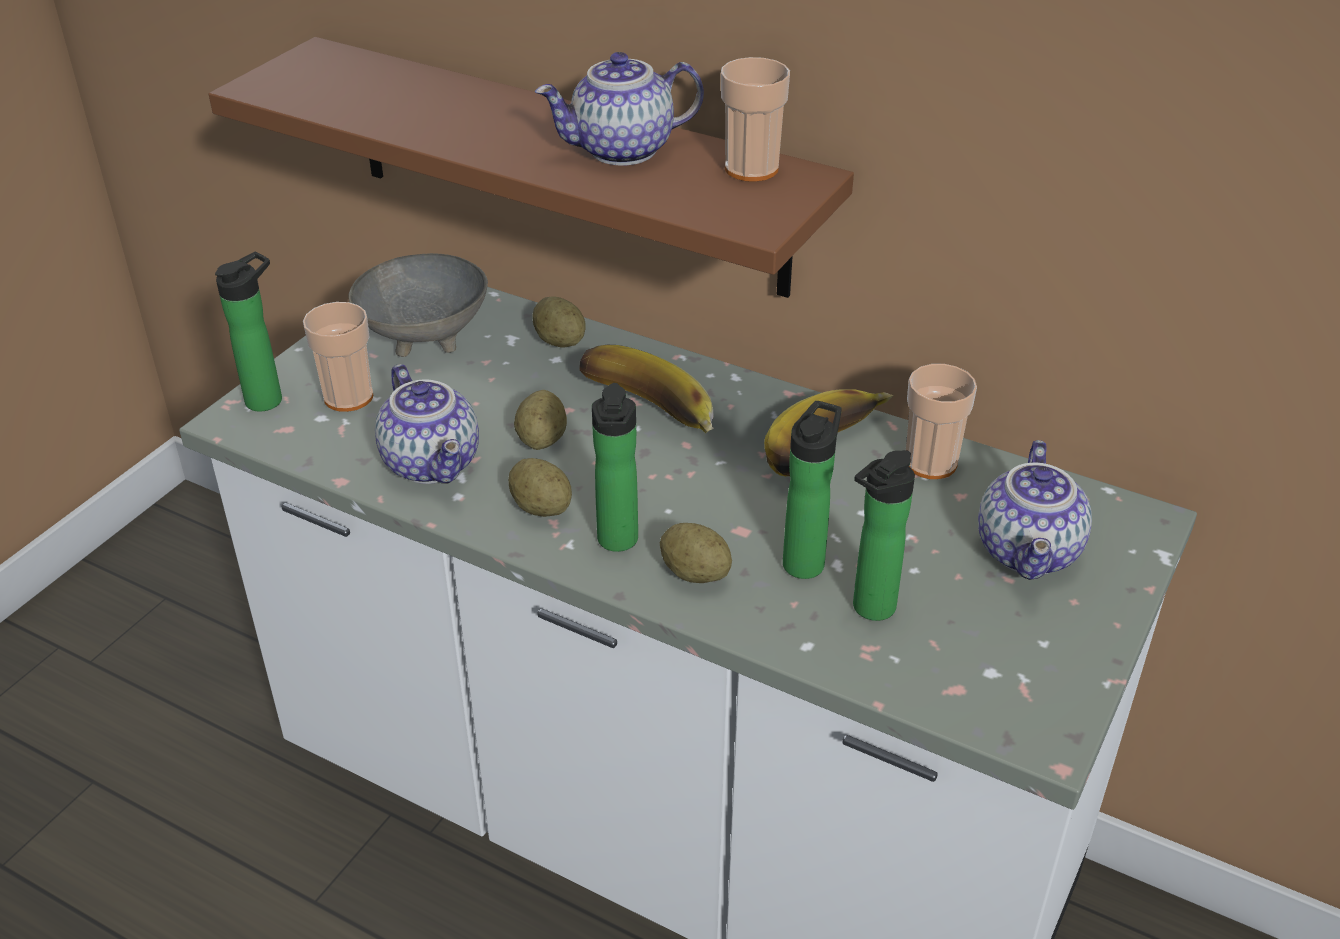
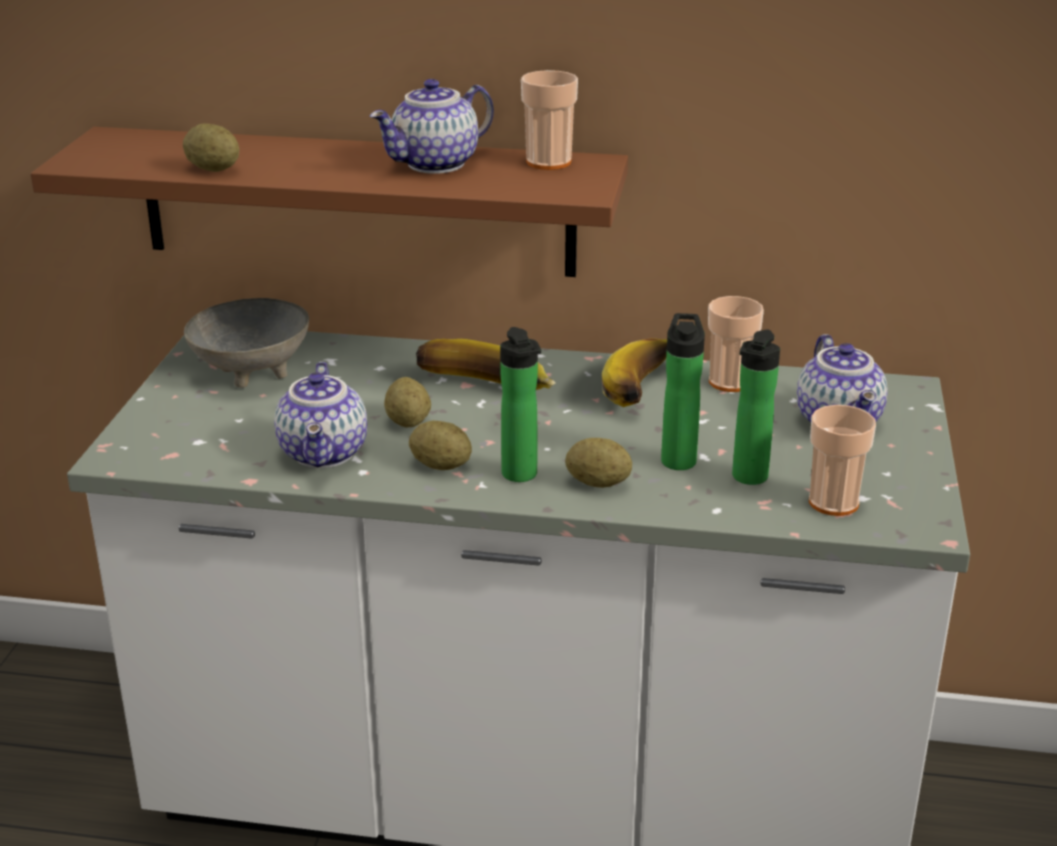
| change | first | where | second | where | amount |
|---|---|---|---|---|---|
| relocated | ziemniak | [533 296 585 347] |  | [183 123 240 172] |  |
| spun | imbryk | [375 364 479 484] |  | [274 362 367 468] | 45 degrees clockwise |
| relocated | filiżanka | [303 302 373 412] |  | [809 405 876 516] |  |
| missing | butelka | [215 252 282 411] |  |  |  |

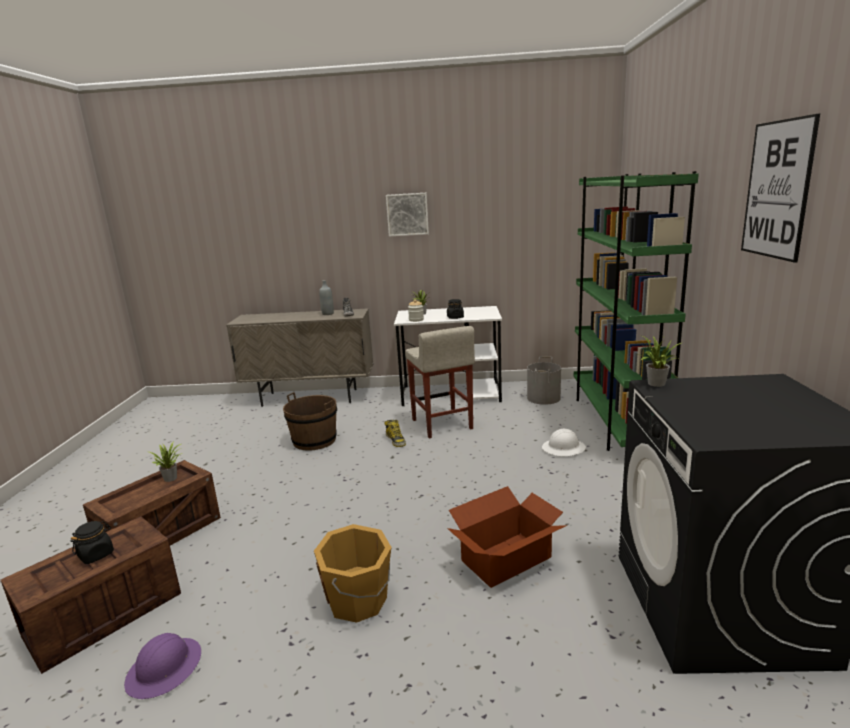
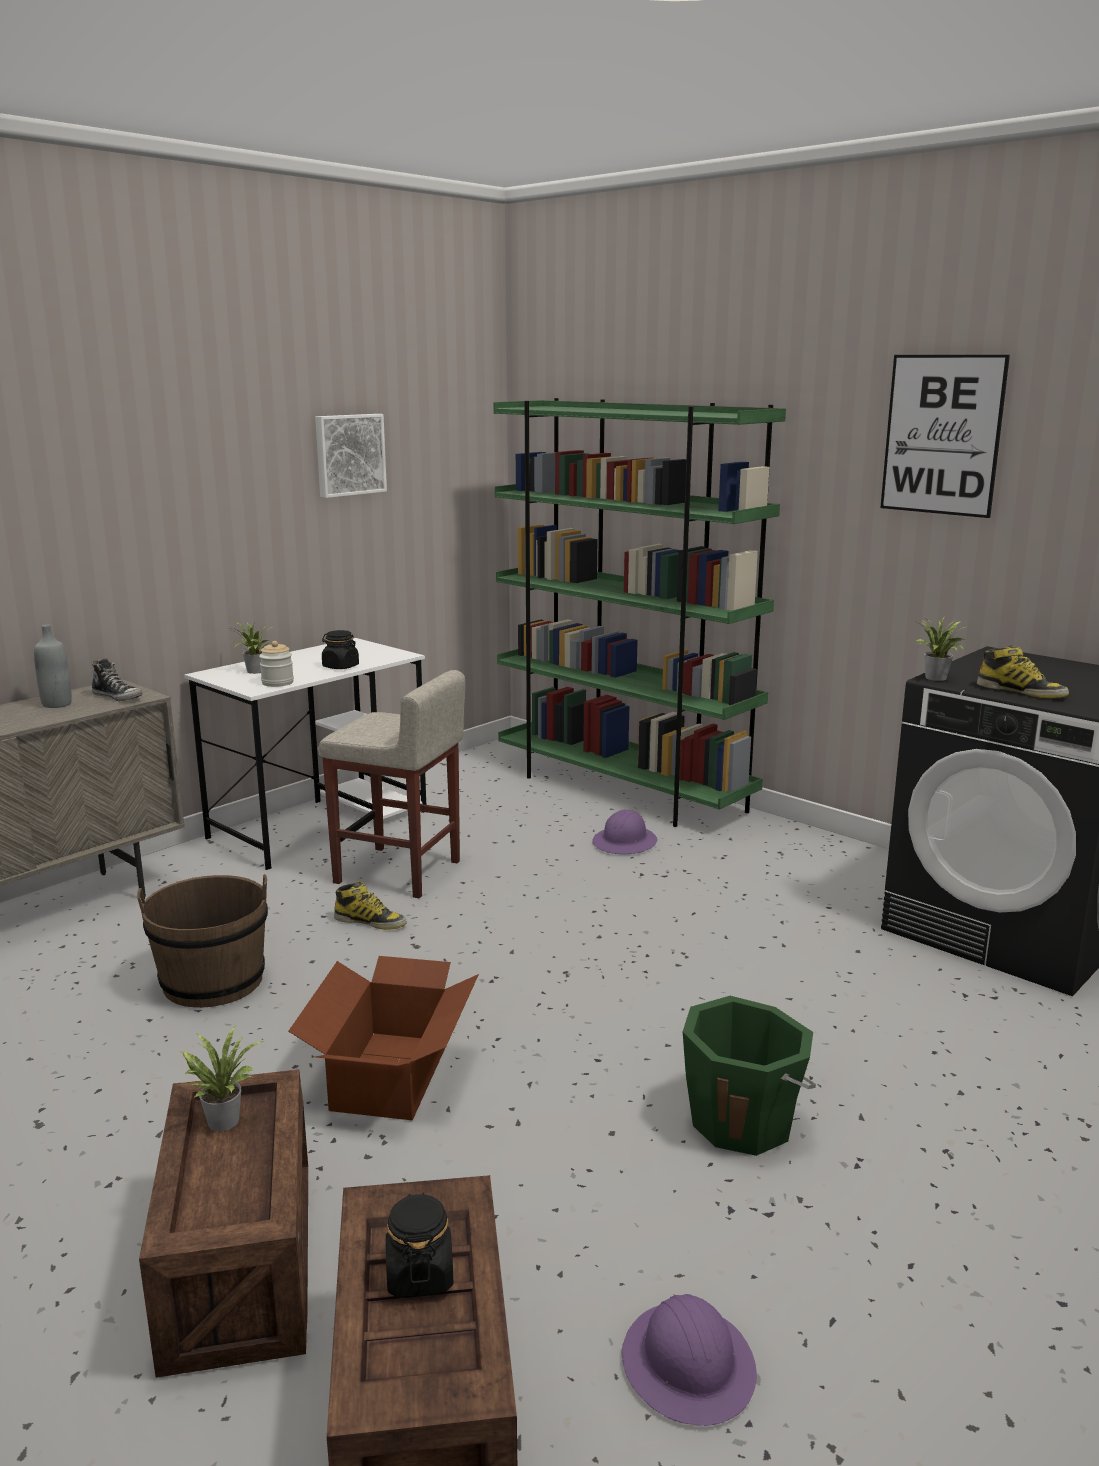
| change | first | where | second | where | amount |
|---|---|---|---|---|---|
| relocated | karton | [447 486 567 588] |  | [288 956 479 1121] |  |
| relocated | obraz | [386 193 429 237] |  | [315 414 387 498] |  |
| colour | kask [biały] | [542 429 586 456] | kask [fioletowy] | [592 810 657 854] |  |
| colour | wiadro [pomarańczowy] | [314 524 392 623] | wiadro [zielony] | [683 996 816 1156] |  |
| appeared |  |  | but z cholewką | [977 645 1069 698] |  |
| missing | wiadro [szary] | [527 356 561 405] |  |  |  |

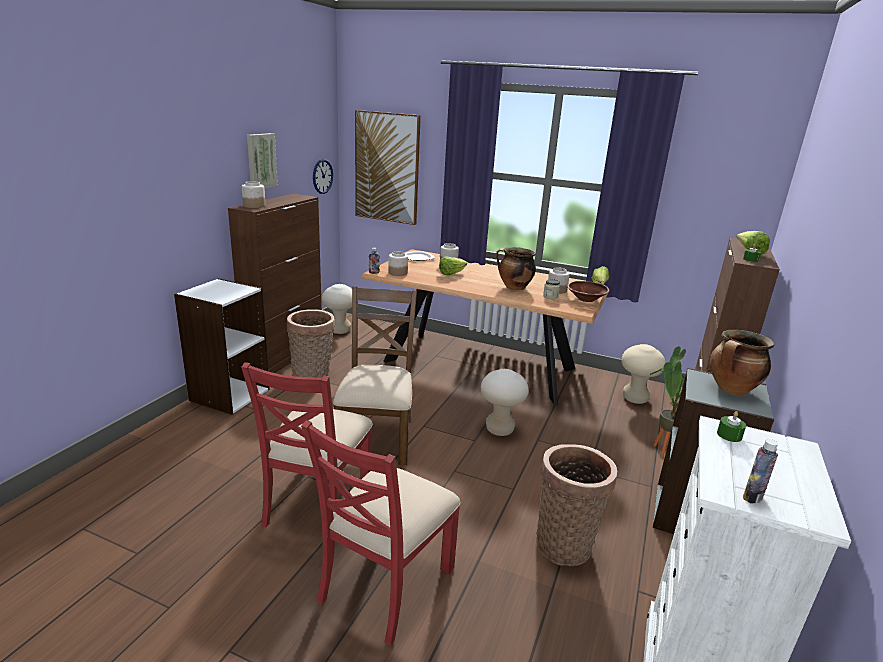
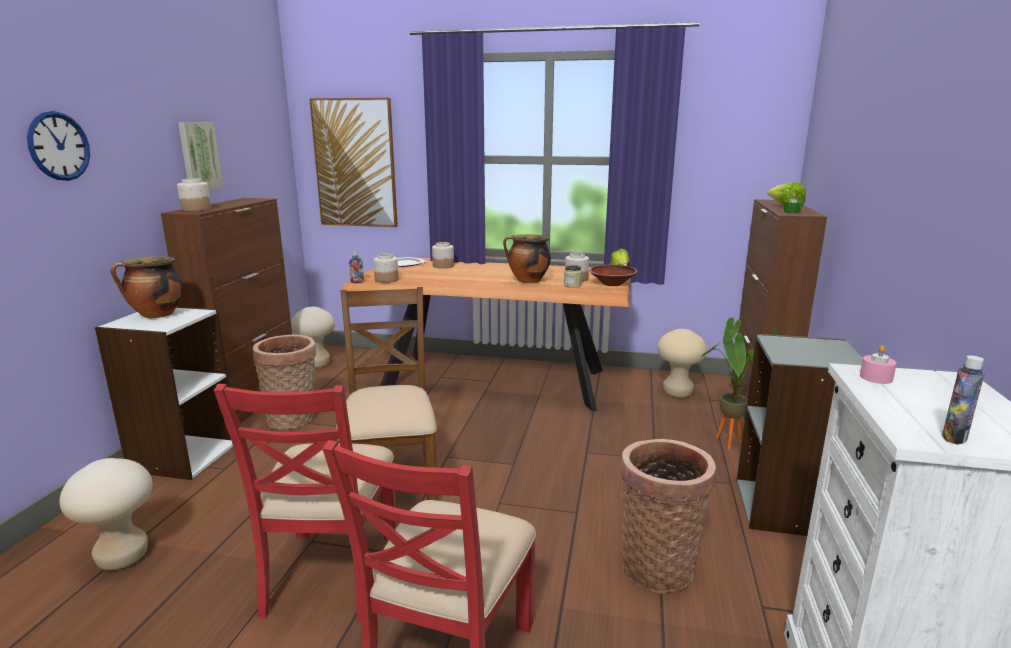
| change | first | where | second | where | amount |
|---|---|---|---|---|---|
| relocated | zegar ścienny | [313 159 333 194] |  | [27 111 90 181] |  |
| relocated | stołek [beżowy] | [481 369 529 436] |  | [59 458 153 570] |  |
| relocated | garnek | [710 330 774 395] |  | [110 256 183 318] |  |
| colour | świeca [zielony] | [717 411 746 442] | świeca [różowy] | [860 345 897 384] |  |
| missing | sałata | [439 256 467 275] |  |  |  |

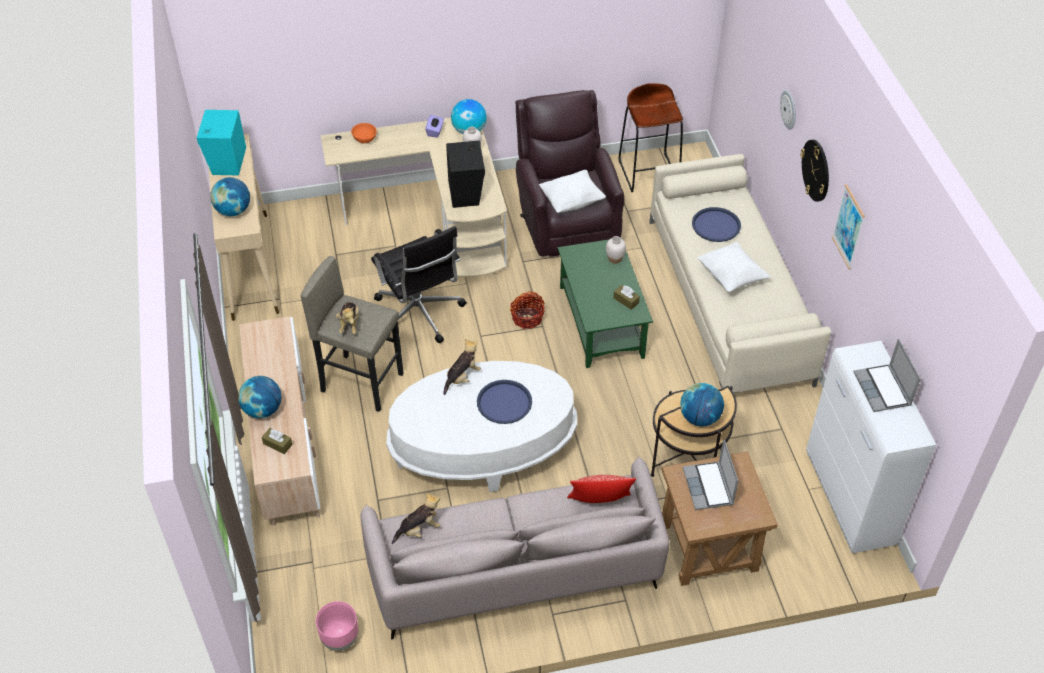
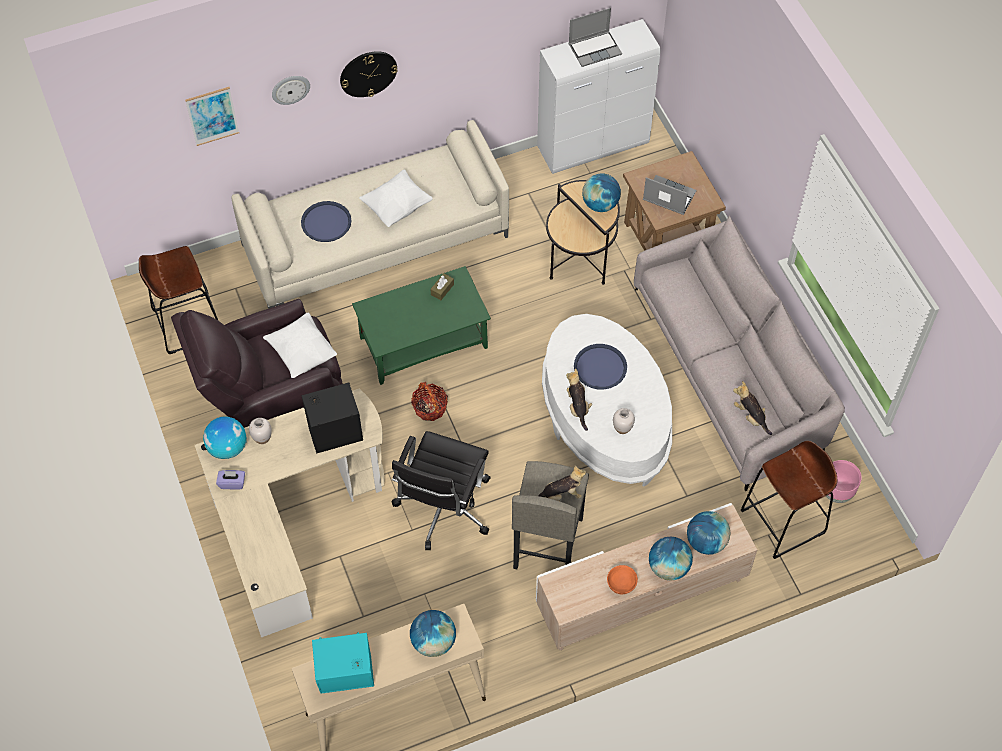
| change | first | where | second | where | amount |
|---|---|---|---|---|---|
| relocated | obraz | [832 184 865 269] |  | [185 87 239 146] |  |
| spun | krzesło biurowe [czarny] | [371 226 467 343] |  | [392 431 491 550] | 150 degrees clockwise |
| spun | pluszak | [444 339 481 395] |  | [566 368 592 431] | 45 degrees clockwise |
| relocated | miska [pomarańczowy] | [351 123 377 143] |  | [607 565 638 594] |  |
| relocated | wazon [biały] | [606 236 626 264] |  | [613 408 635 434] |  |
| spun | laptop | [683 439 738 510] |  | [643 175 697 215] | 135 degrees counterclockwise |
| exchanged | pudełko chusteczek [brązowy] | [262 428 293 454] | globus | [687 511 731 555] |  |
| appeared |  |  | stołek [brązowy] | [741 441 837 559] |  |
| missing | poduszka | [567 475 636 503] |  |  |  |

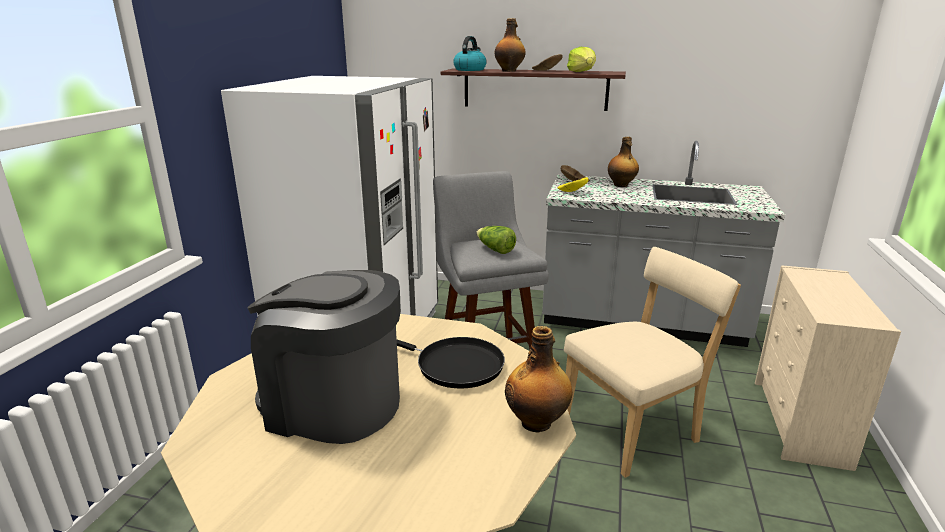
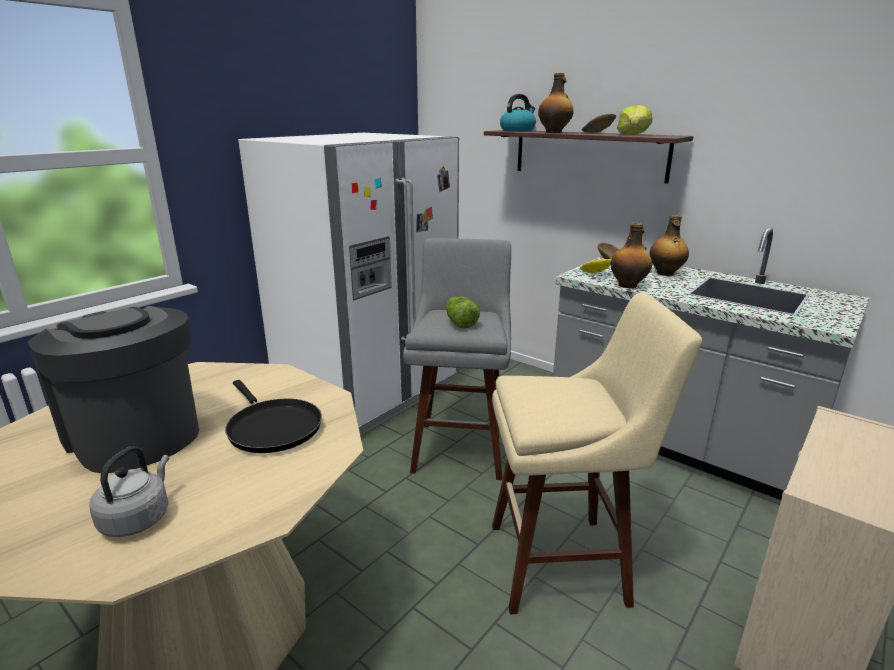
| change | first | where | second | where | amount |
|---|---|---|---|---|---|
| appeared |  |  | czajnik [szary] | [90 446 169 537] |  |
| exchanged | krzesło [beżowy] | [564 247 741 478] | stołek [beżowy] | [492 293 702 614] |  |
| relocated | butelka | [505 326 573 433] |  | [610 222 652 288] |  |

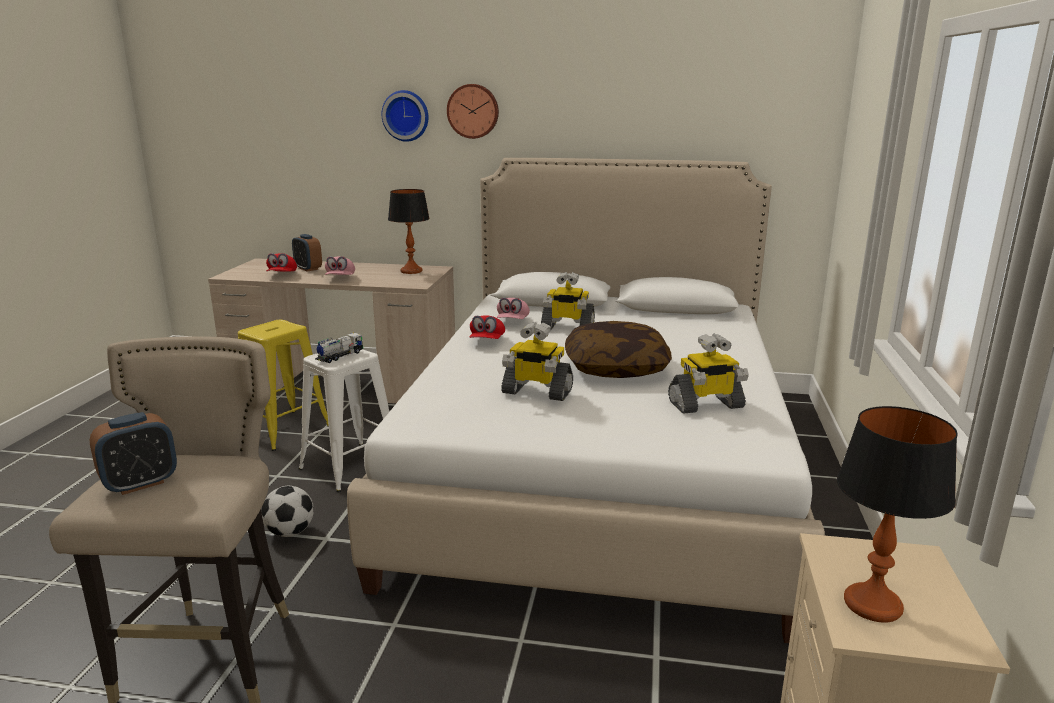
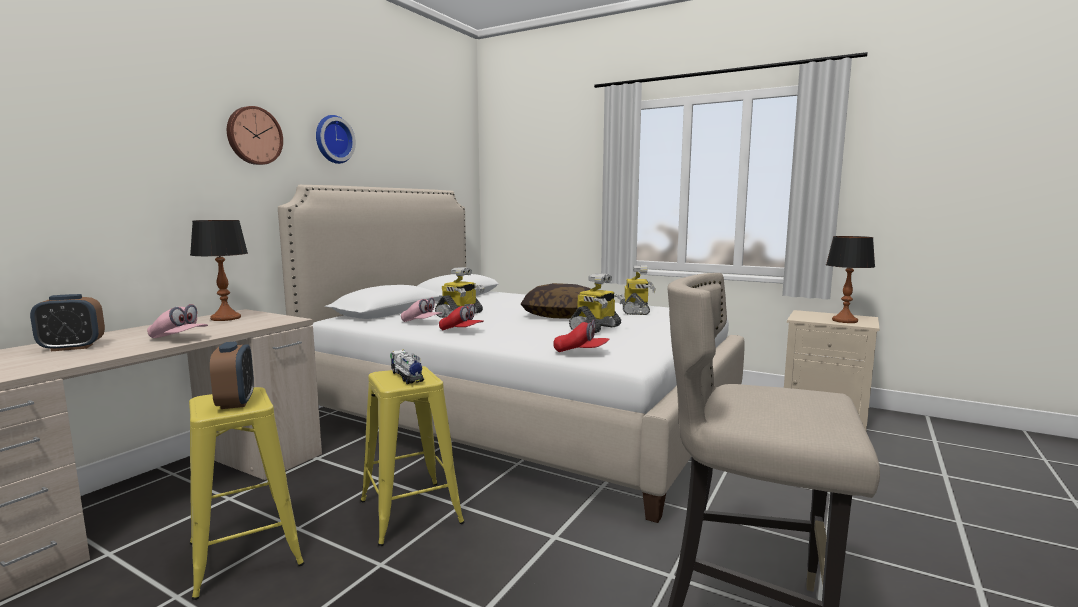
| change | first | where | second | where | amount |
|---|---|---|---|---|---|
| relocated | budzik | [90 412 177 495] |  | [210 342 254 409] |  |
| relocated | zegar ścienny | [382 90 428 142] |  | [316 115 356 164] |  |
| colour | stołek [biały] | [299 349 389 492] | stołek [żółty] | [360 366 465 546] |  |
| relocated | czapka z daszkiem [czerwony] | [266 253 297 272] |  | [553 320 610 352] |  |
| missing | piłka futbolowa | [261 486 314 537] |  |  |  |

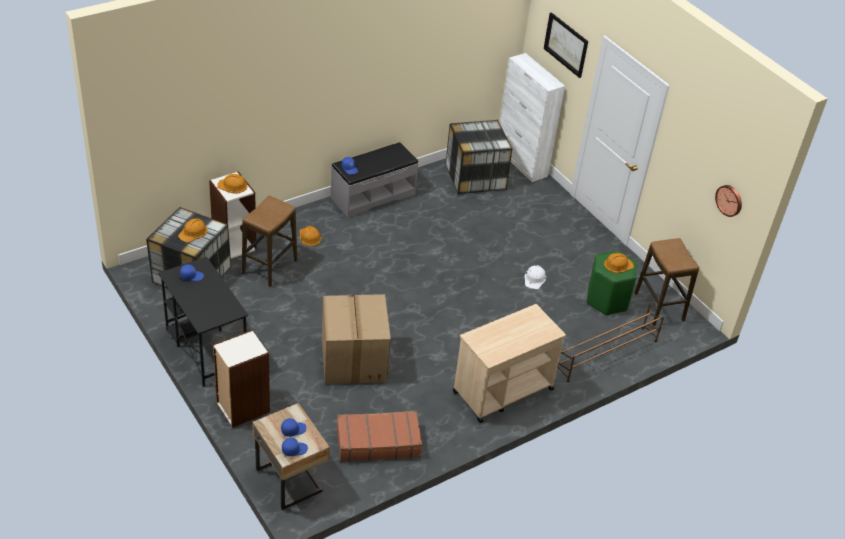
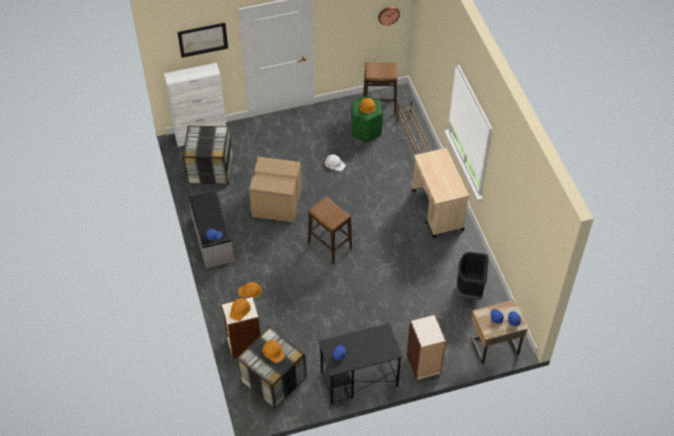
| change | first | where | second | where | amount |
|---|---|---|---|---|---|
| relocated | karton | [322 294 391 384] |  | [249 157 302 222] |  |
| relocated | stołek | [242 196 297 287] |  | [308 196 352 264] |  |
| exchanged | walizka [brązowy] | [337 411 422 462] | kosz na śmieci [czarny] | [457 252 489 300] |  |

